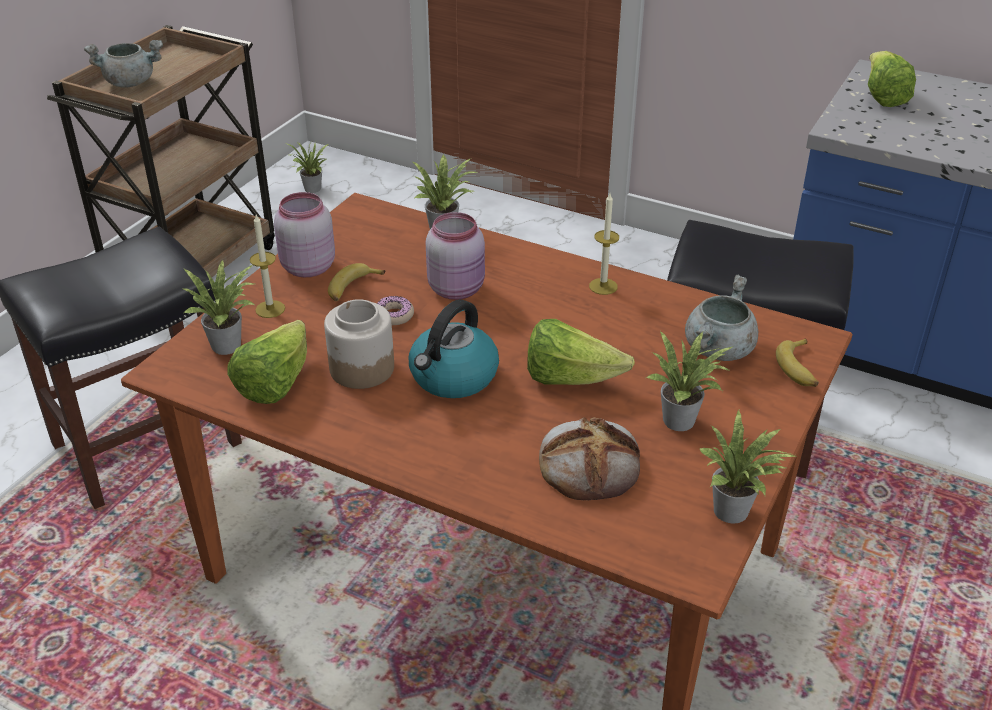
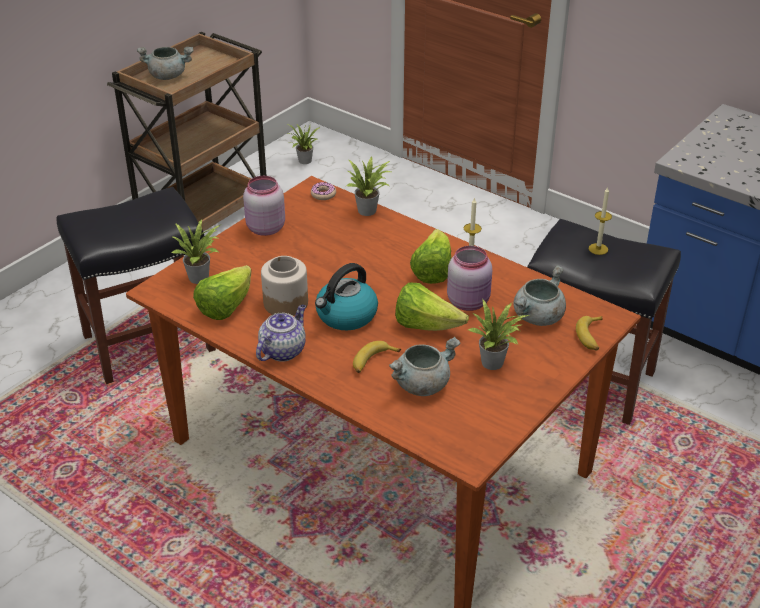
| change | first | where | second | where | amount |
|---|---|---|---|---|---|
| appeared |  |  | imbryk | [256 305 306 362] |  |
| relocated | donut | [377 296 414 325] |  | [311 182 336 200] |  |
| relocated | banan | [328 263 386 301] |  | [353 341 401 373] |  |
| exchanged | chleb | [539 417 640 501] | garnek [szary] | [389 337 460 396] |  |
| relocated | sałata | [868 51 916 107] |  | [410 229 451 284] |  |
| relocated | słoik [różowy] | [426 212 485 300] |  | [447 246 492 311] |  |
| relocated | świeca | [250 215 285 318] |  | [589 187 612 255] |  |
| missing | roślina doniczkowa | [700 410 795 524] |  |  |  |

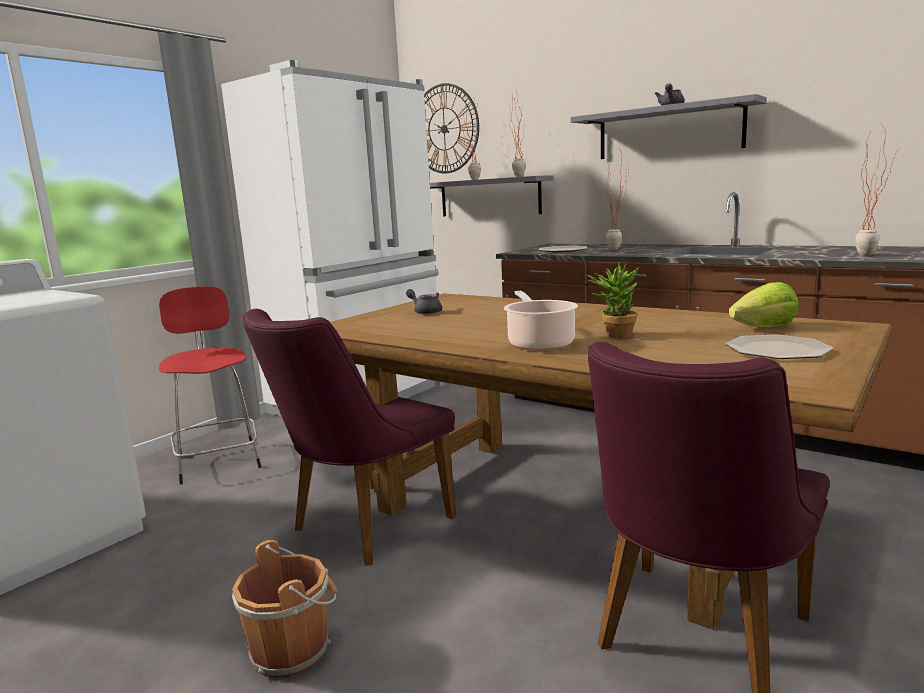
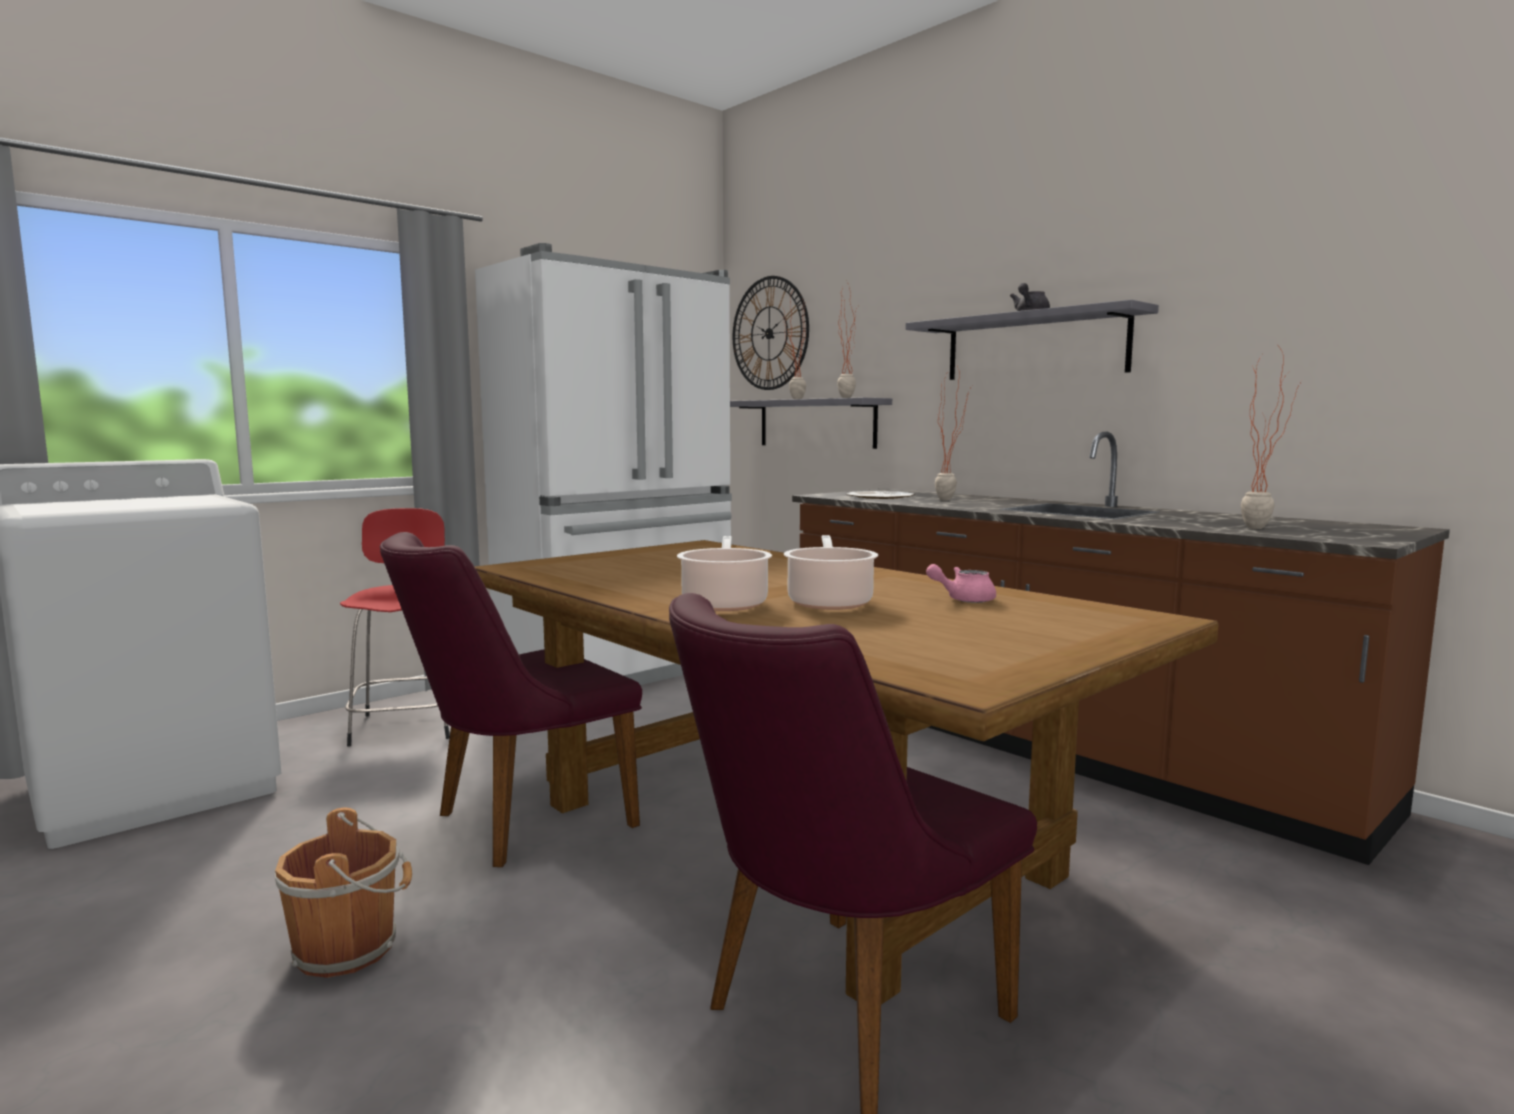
| change | first | where | second | where | amount |
|---|---|---|---|---|---|
| exchanged | roślina doniczkowa | [587 261 640 338] | garnek | [784 535 878 610] |  |
| appeared |  |  | imbryk [różowy] | [926 564 996 603] |  |
| missing | imbryk [szary] | [406 289 442 314] |  |  |  |
| missing | talerz | [726 335 834 359] |  |  |  |
| missing | sałata | [729 282 799 327] |  |  |  |

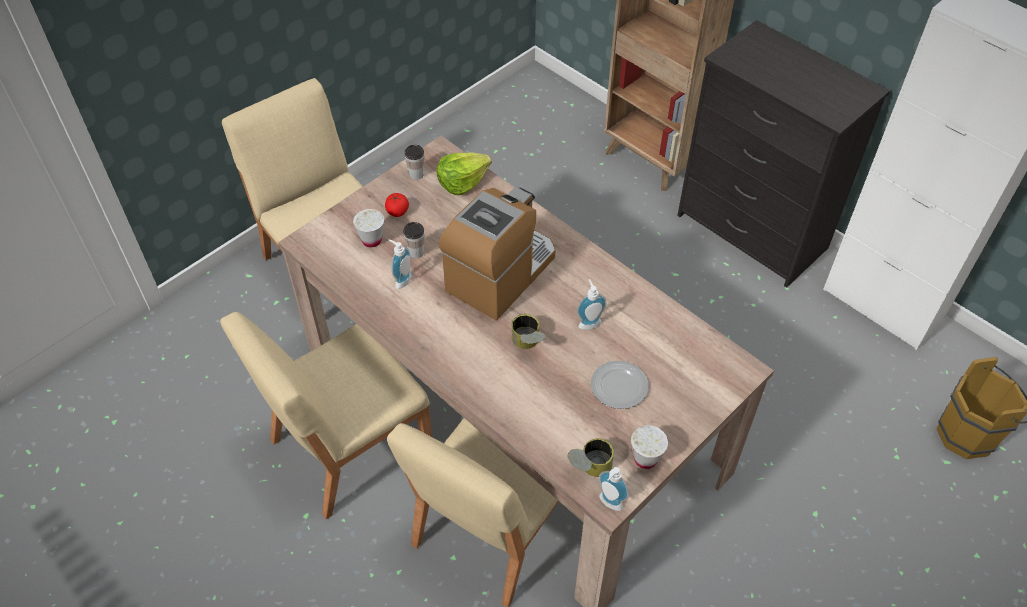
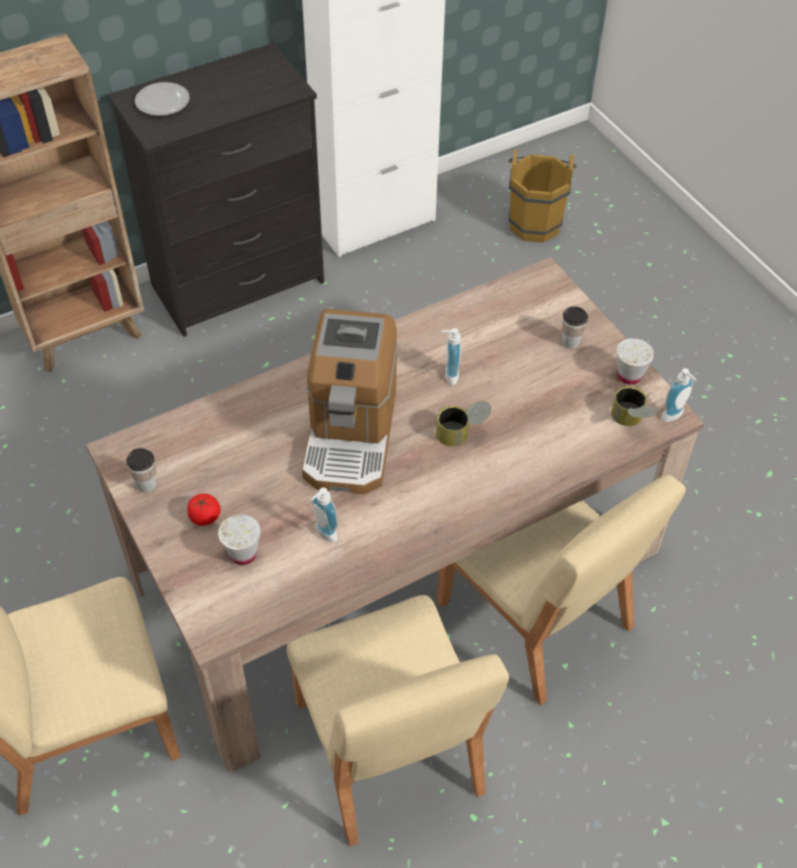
| change | first | where | second | where | amount |
|---|---|---|---|---|---|
| relocated | talerz | [591 361 648 409] |  | [135 82 190 116] |  |
| spun | ekspres do kawy | [439 187 556 320] |  | [302 309 398 494] | 135 degrees counterclockwise |
| relocated | filiżanka | [403 222 425 258] |  | [562 306 588 349] |  |
| missing | sałata | [437 152 492 195] |  |  |  |

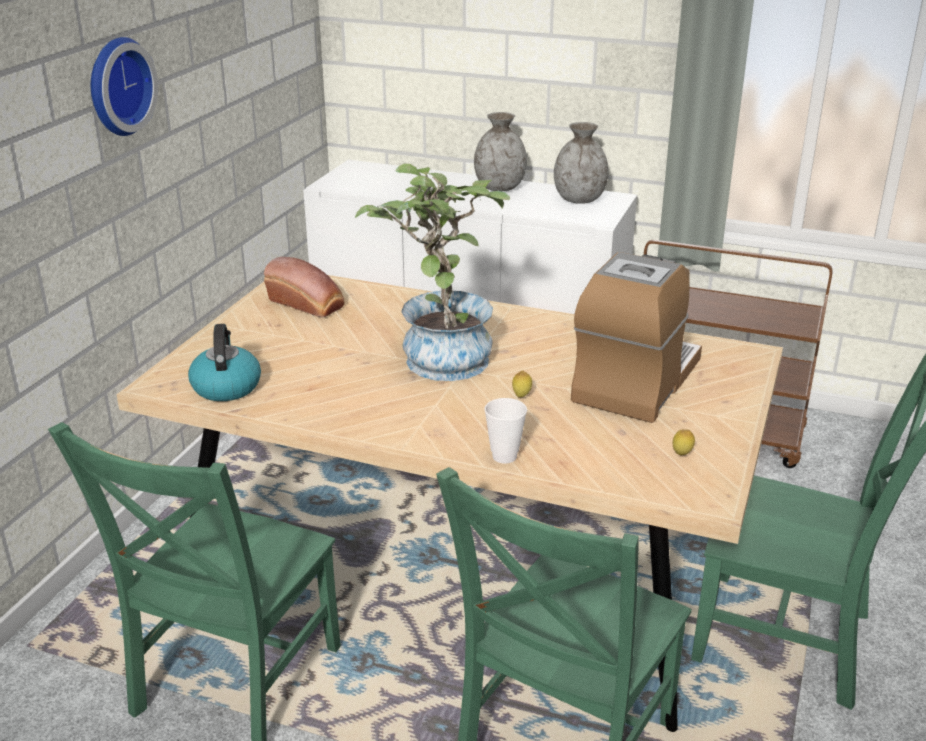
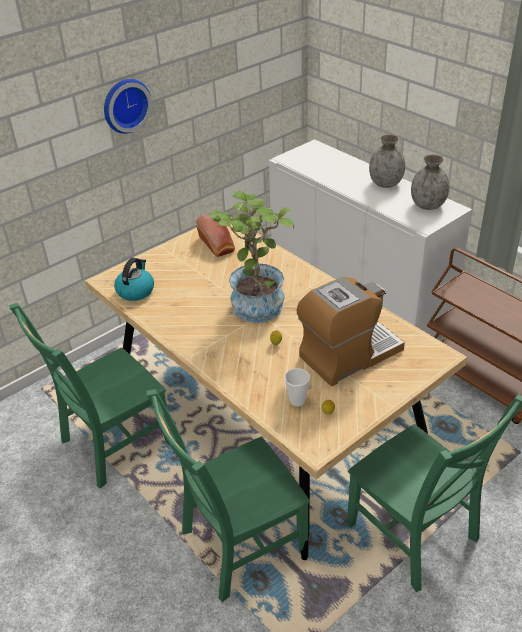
| change | first | where | second | where | amount |
|---|---|---|---|---|---|
| relocated | filiżanka | [484 398 527 464] |  | [284 368 310 407] |  |

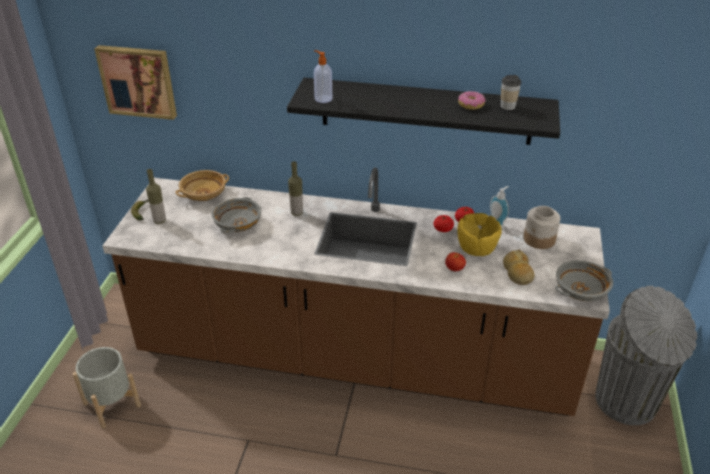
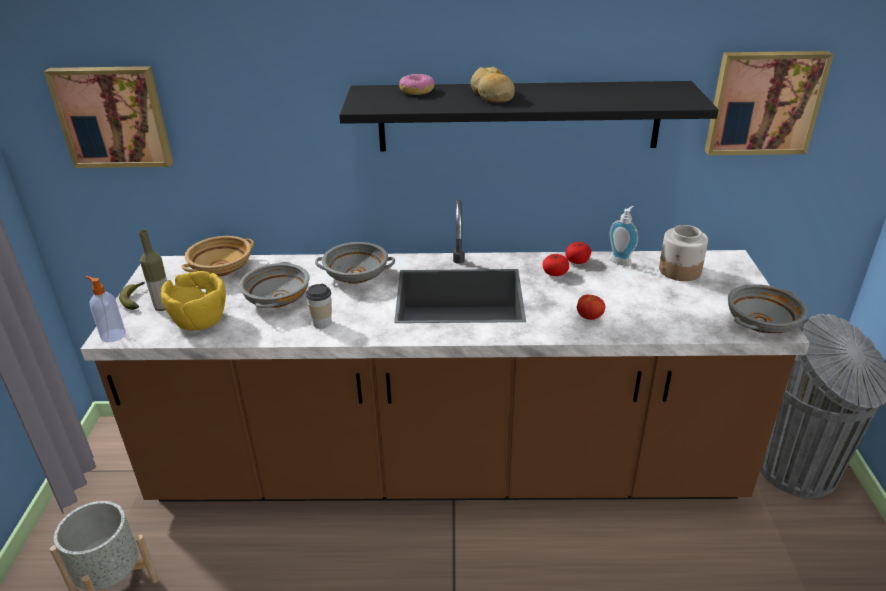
| change | first | where | second | where | amount |
|---|---|---|---|---|---|
| relocated | dozownik mydła | [314 50 332 103] |  | [85 276 126 342] |  |
| relocated | miska [żółty] | [457 213 502 256] |  | [161 271 226 330] |  |
| relocated | filiżanka | [501 75 521 110] |  | [305 284 332 329] |  |
| exchanged | butelka | [288 161 303 216] | miska [szary] | [315 242 395 284] |  |
| relocated | donut | [458 91 486 110] |  | [399 74 435 95] |  |
| relocated | chleb | [503 250 534 285] |  | [470 66 515 103] |  |
| appeared |  |  | obraz | [705 51 834 155] |  |

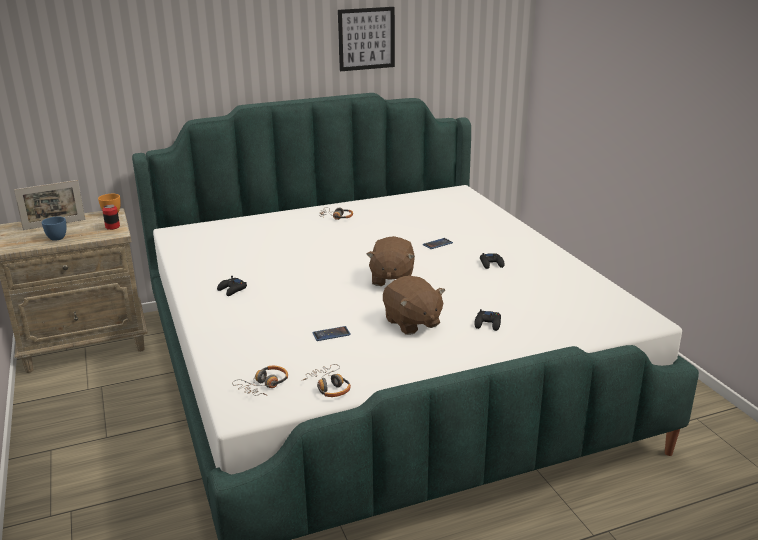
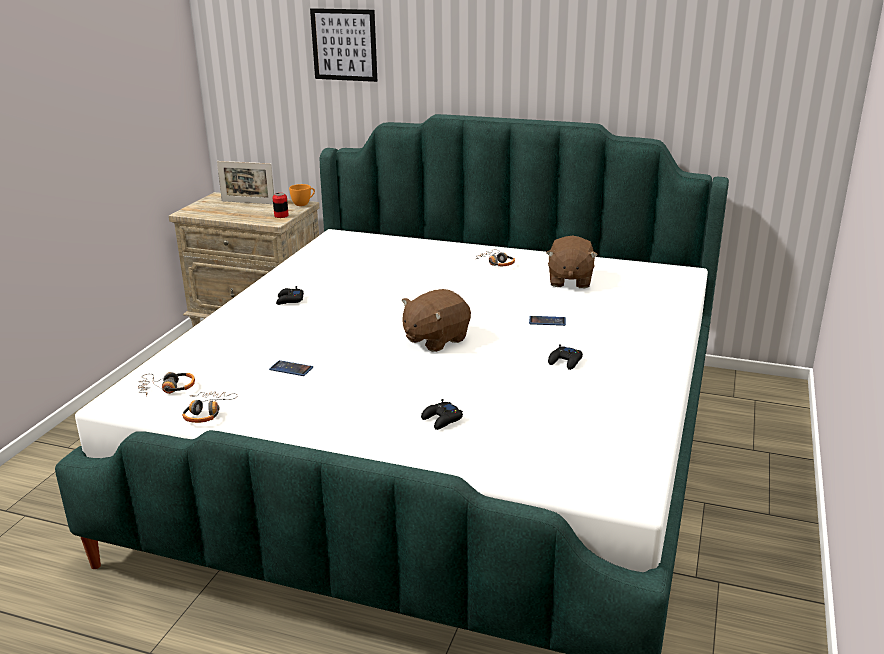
| change | first | where | second | where | amount |
|---|---|---|---|---|---|
| relocated | obraz | [338 7 395 71] |  | [310 8 377 82] |  |
| relocated | pluszak [brązowy] | [383 276 445 335] |  | [546 236 598 288] |  |
| missing | filiżanka [niebieski] | [42 217 66 241] |  |  |  |

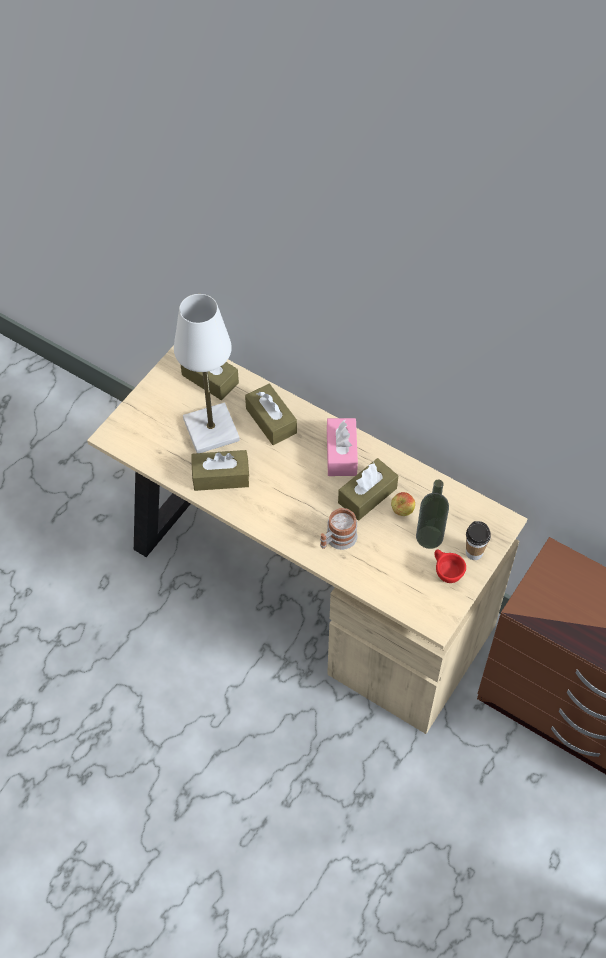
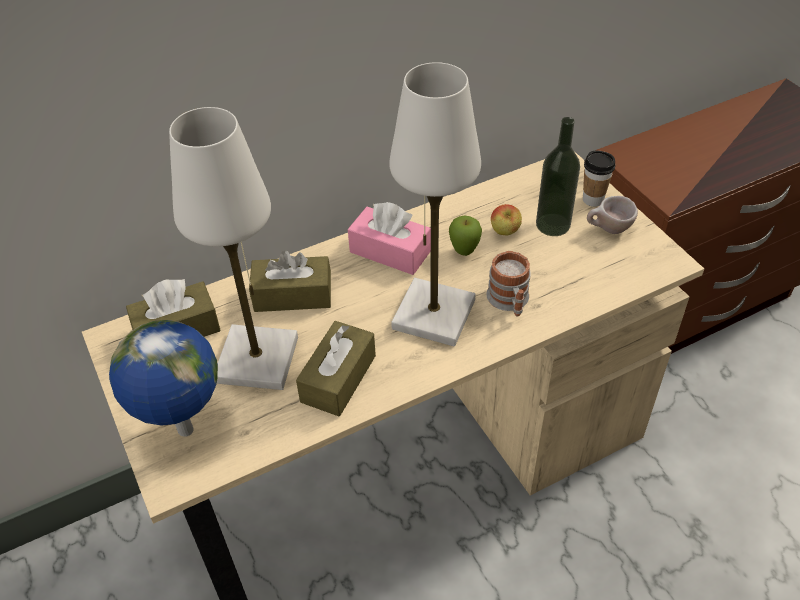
| change | first | where | second | where | amount |
|---|---|---|---|---|---|
| appeared |  |  | globus | [109 320 218 437] |  |
| appeared |  |  | lampa stołowa [biały] | [389 62 481 346] |  |
| exchanged | pudełko chusteczek [brązowy] | [338 458 398 520] | jabłko | [449 216 482 256] |  |
| colour | filiżanka [czerwony] | [434 550 466 583] | filiżanka [beżowy] | [587 196 638 234] |  |

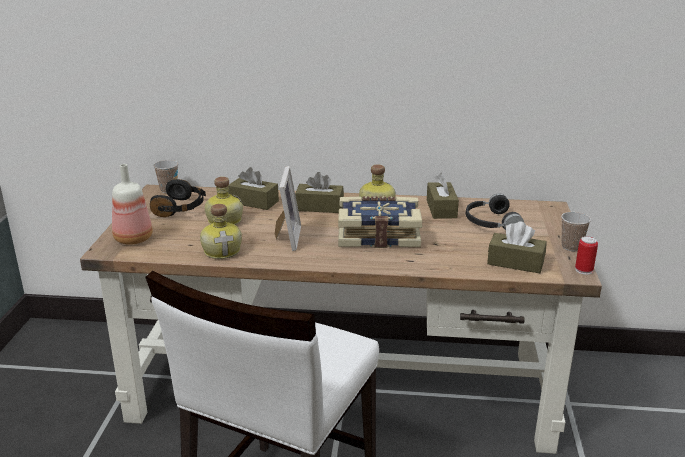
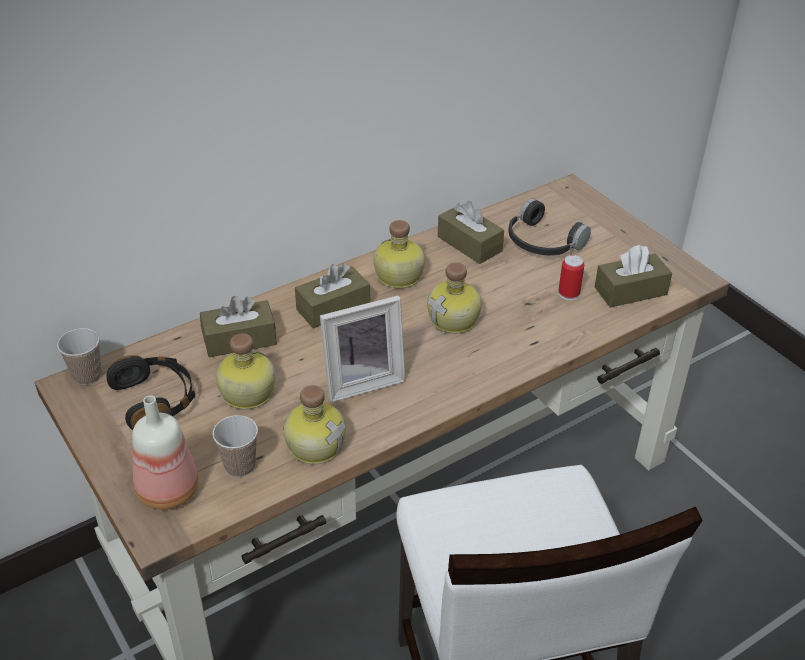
| change | first | where | second | where | amount |
|---|---|---|---|---|---|
| relocated | filiżanka | [561 212 591 251] |  | [212 415 258 477] |  |
| spun | ramka na zdjęcie | [275 166 301 251] |  | [320 295 405 402] | 105 degrees clockwise |
| exchanged | książka | [338 196 422 248] | butelka | [427 263 482 334] |  |
| relocated | puszka | [575 236 598 275] |  | [558 255 584 301] |  |

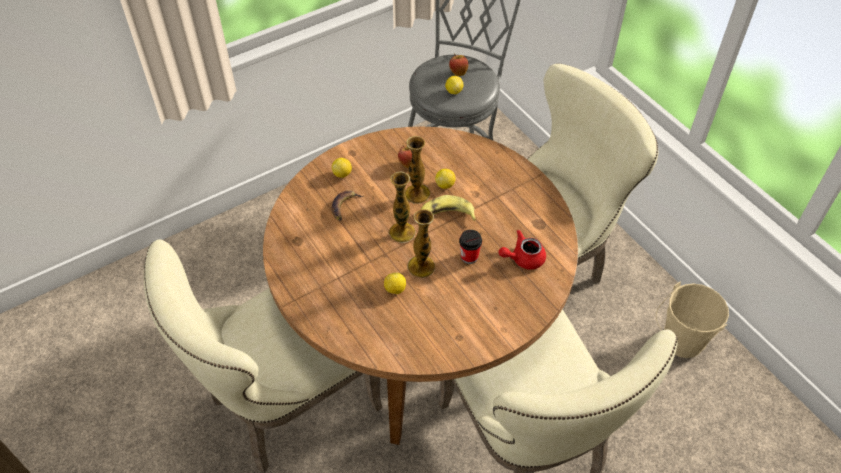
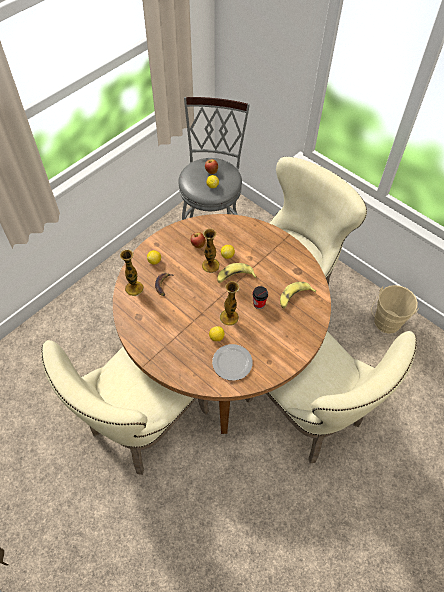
| change | first | where | second | where | amount |
|---|---|---|---|---|---|
| relocated | wazon | [389 172 416 243] |  | [120 249 144 296] |  |
| appeared |  |  | talerz | [212 344 253 381] |  |
| exchanged | imbryk [czerwony] | [498 230 546 270] | banan | [280 282 316 309] |  |

